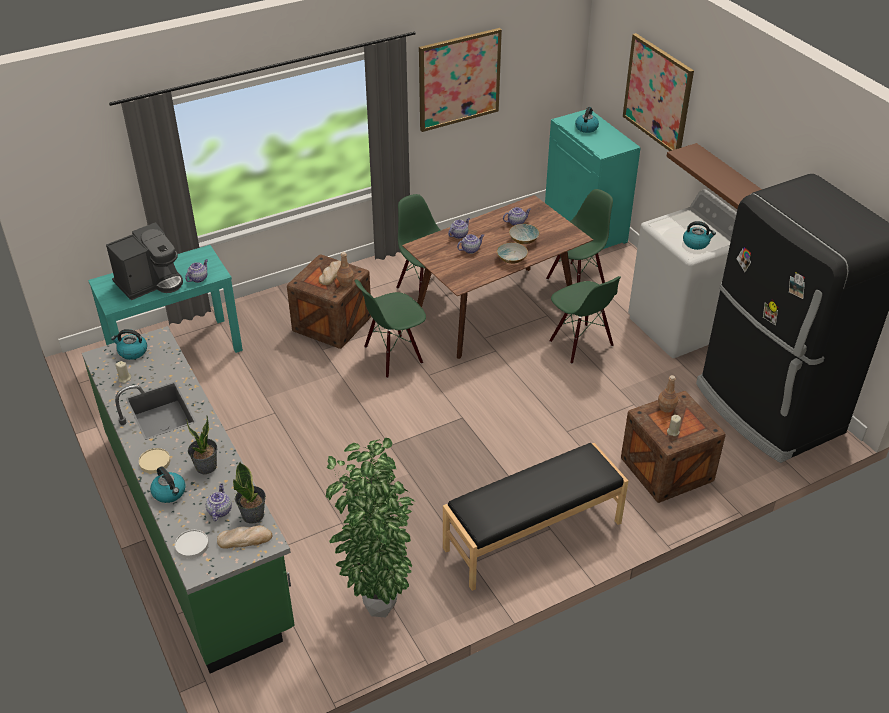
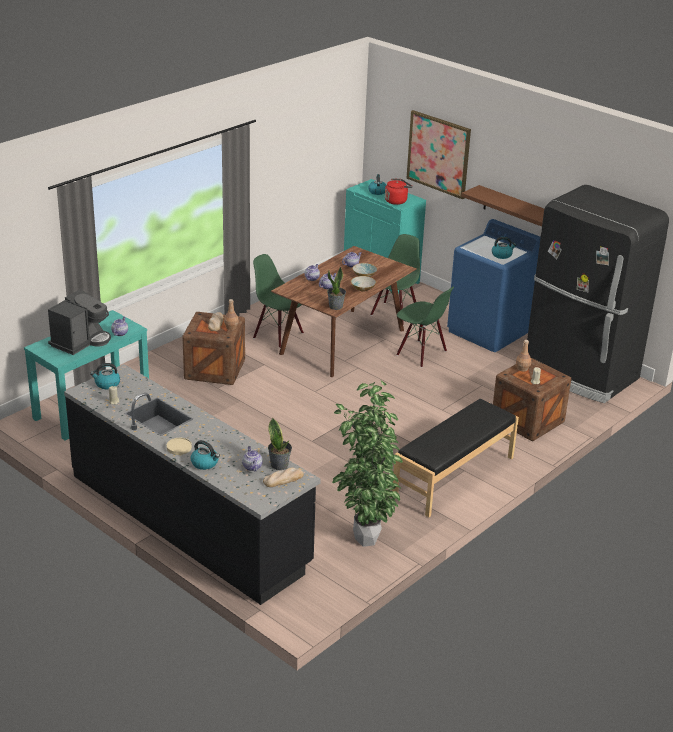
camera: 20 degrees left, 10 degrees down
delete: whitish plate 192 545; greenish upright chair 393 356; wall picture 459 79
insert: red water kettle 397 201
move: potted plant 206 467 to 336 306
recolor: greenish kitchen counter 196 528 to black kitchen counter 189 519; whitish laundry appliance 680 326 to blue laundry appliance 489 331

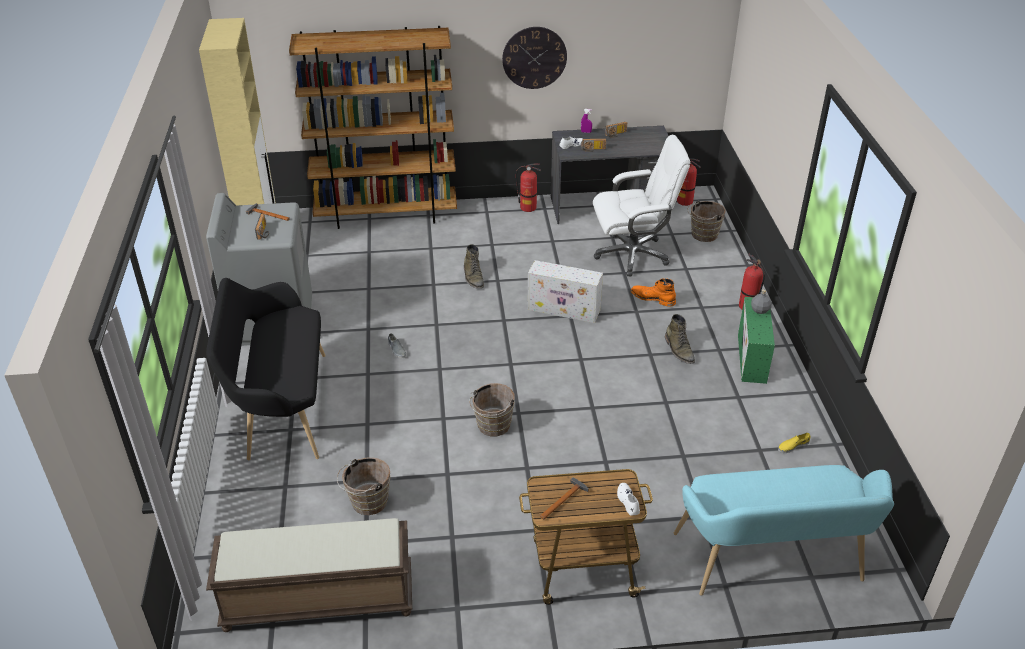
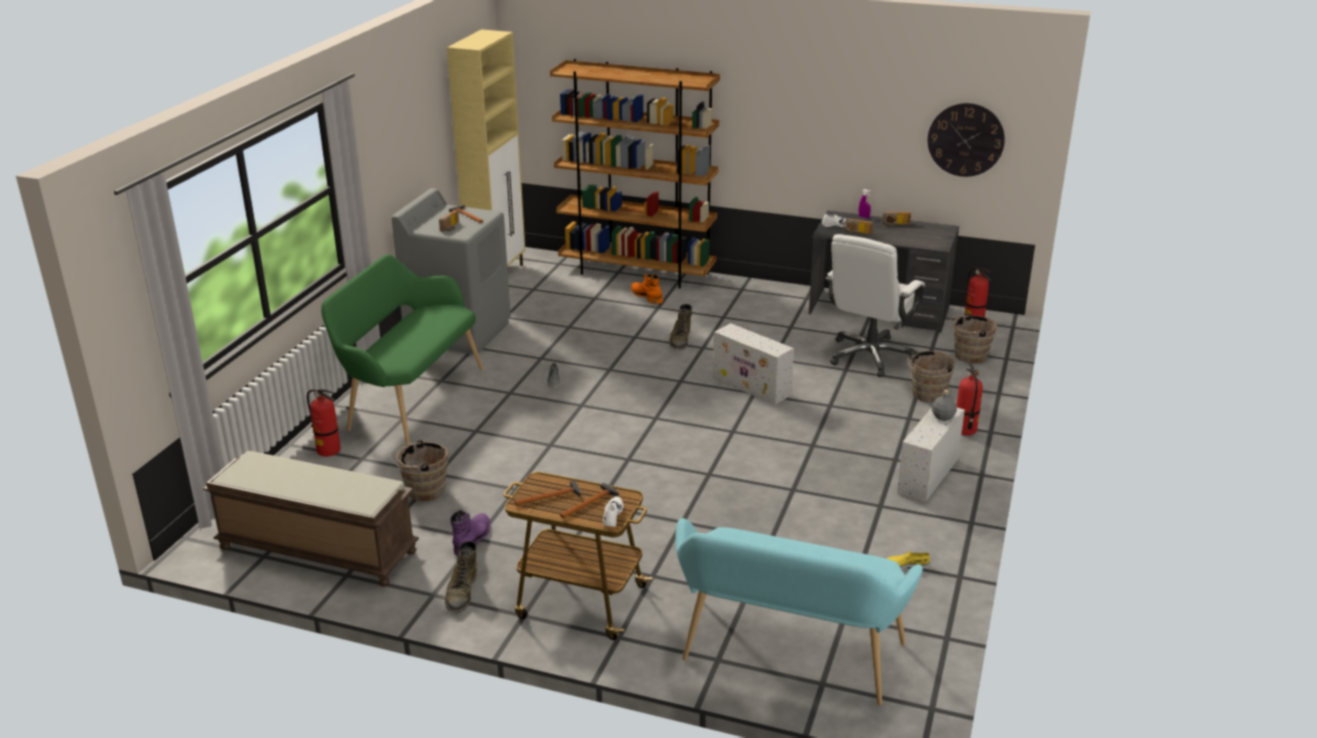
camera: 25 degrees right, 10 degrees down
insert: purple-coloured high-top boot 472 538; tool hammer 590 503
move: brown pail 492 426 to 926 395; clock on the wall 534 57 to 965 139; fire-fighting cylinder 528 208 to 329 450; orangey high-top boot 653 298 to 646 296; greenish high-top boot 679 350 to 461 592
recolor: black bench 281 407 to greenish bench 409 399; greenish storage container 752 358 to whitish storage container 927 476
rotate: whitish desk chair 633 254 = 870 356 105 degrees clockwise

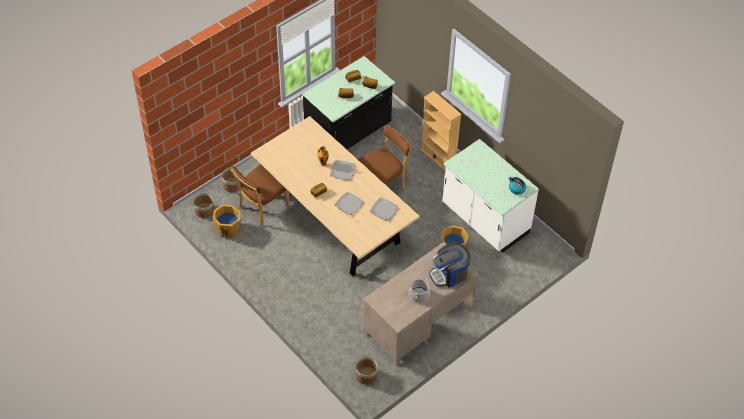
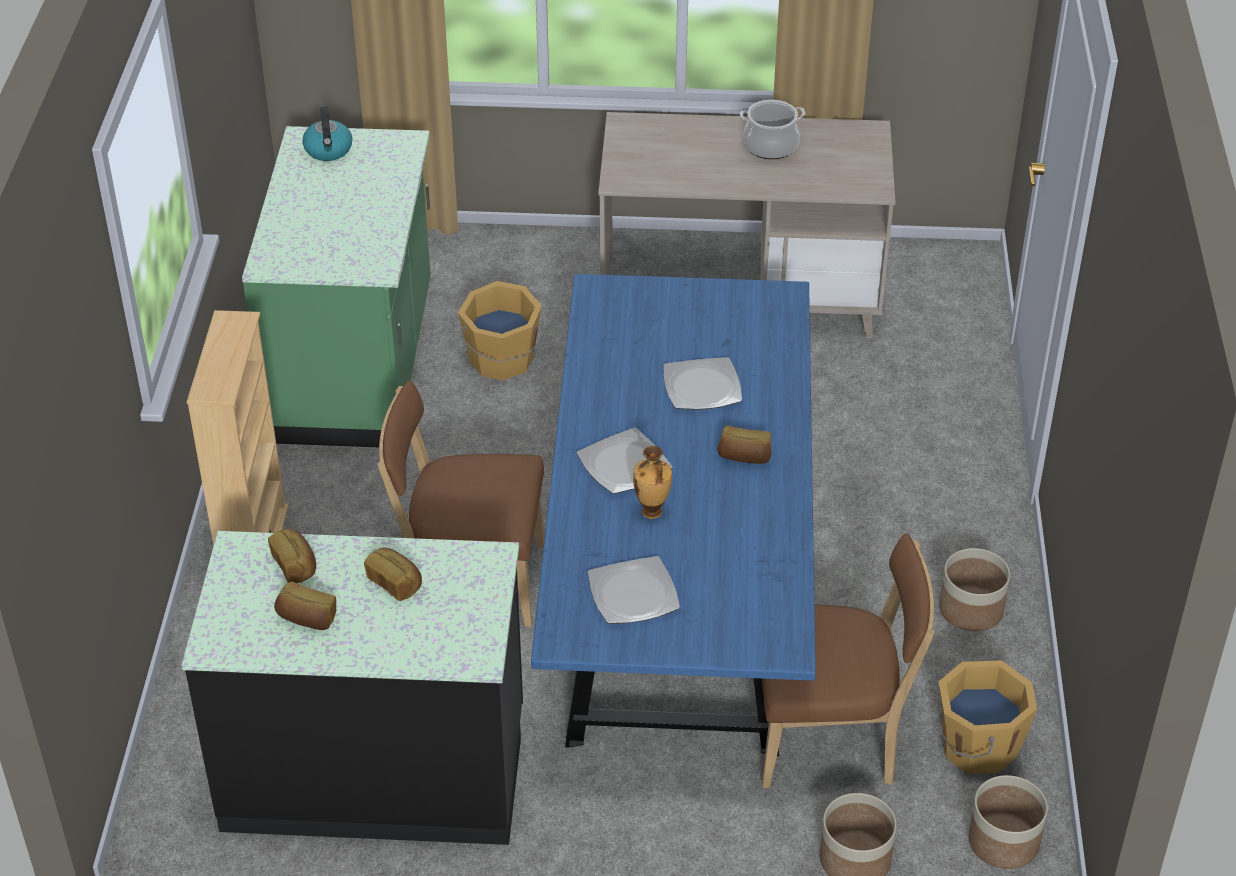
camera: 135 degrees left, 10 degrees down
delete: coffee machine 449 274
move: plant pot 366 375 to 971 610; plate 384 210 to 633 593
recolor: beige-coloured dinner table 334 218 to blue dinner table 678 587; whitish kitchen counter 484 220 to greenish kitchen counter 357 366

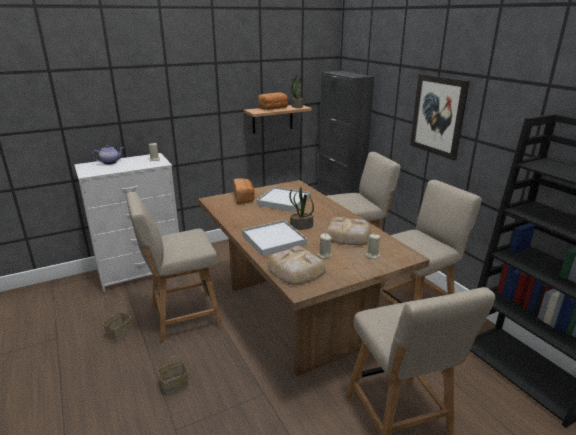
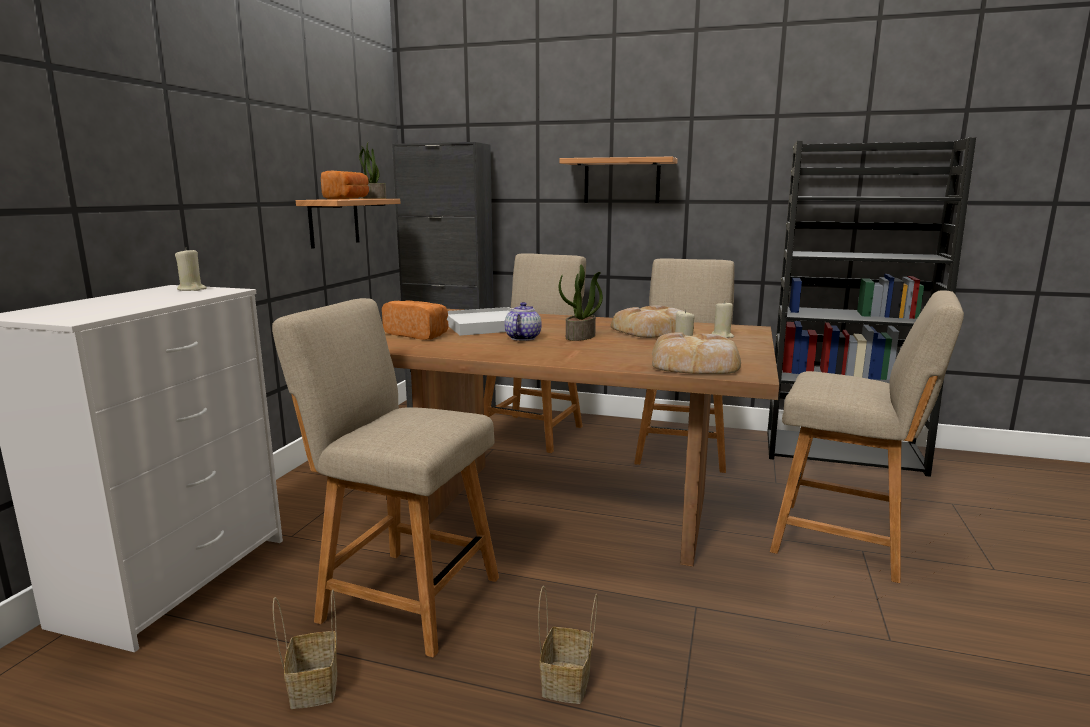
camera: 45 degrees left, 10 degrees down
delete: whitish tray 273 240
move: pot for tea 110 162 to 522 338
replace: wall picture 438 116 to shelf 622 181
rotate: beige-coloured upright chair 182 317 = 403 596 90 degrees clockwise

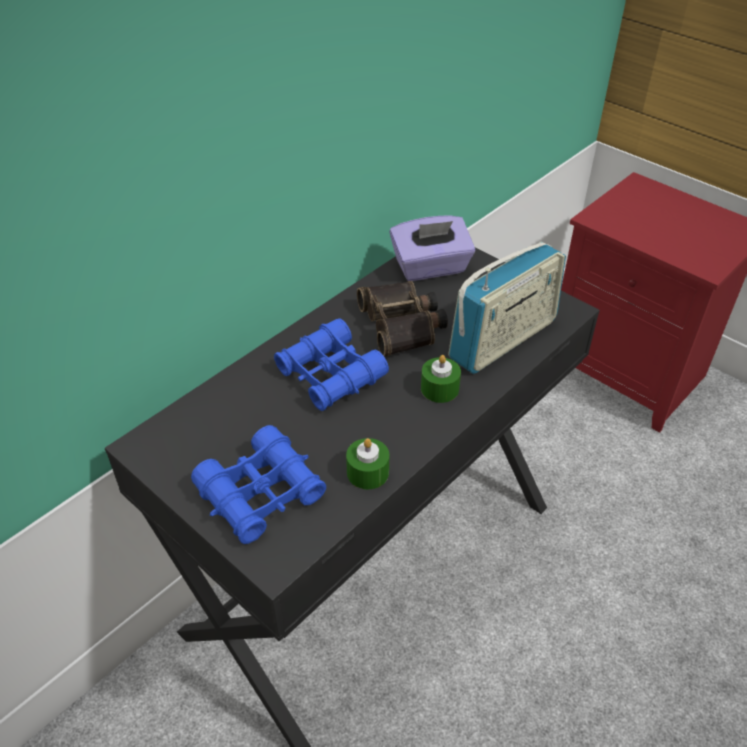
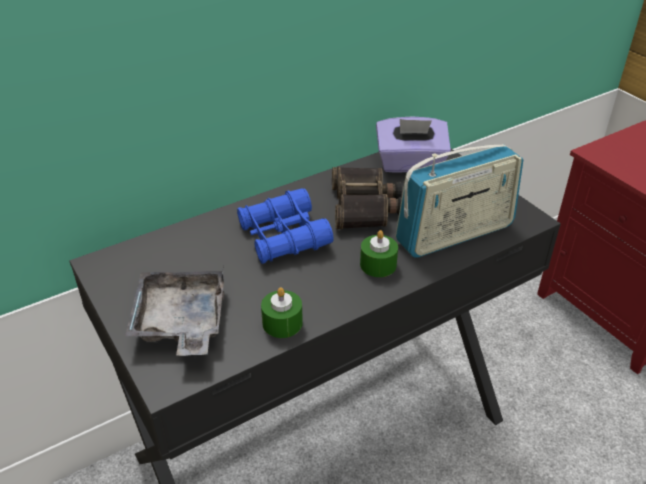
camera: 15 degrees right, 5 degrees down
replace: blue field glasses 261 493 to grey tray 181 322

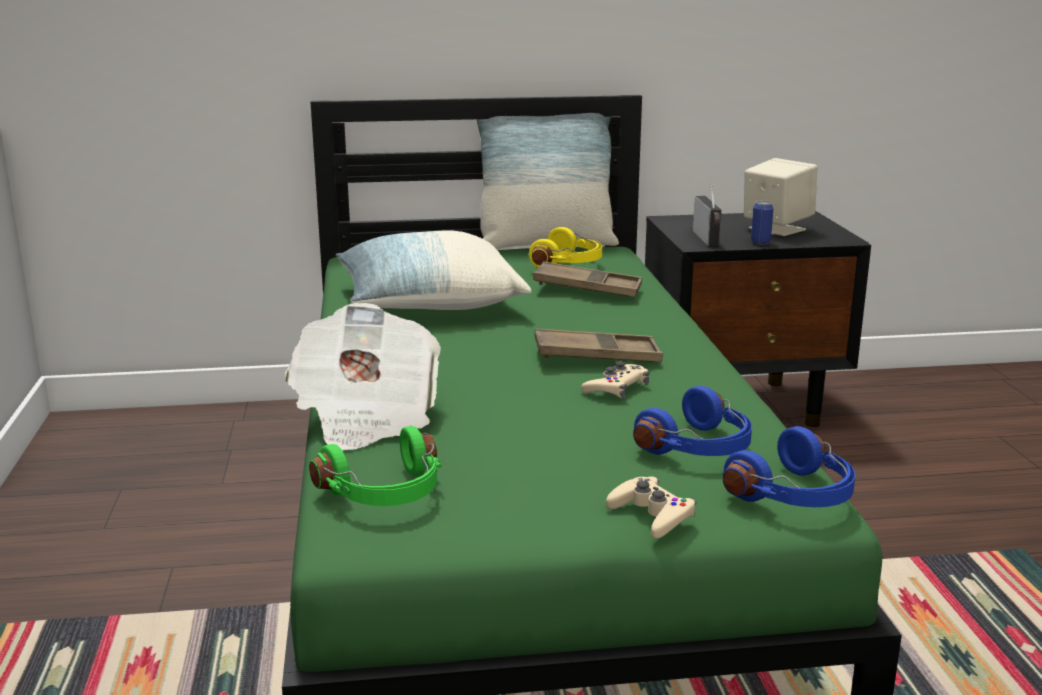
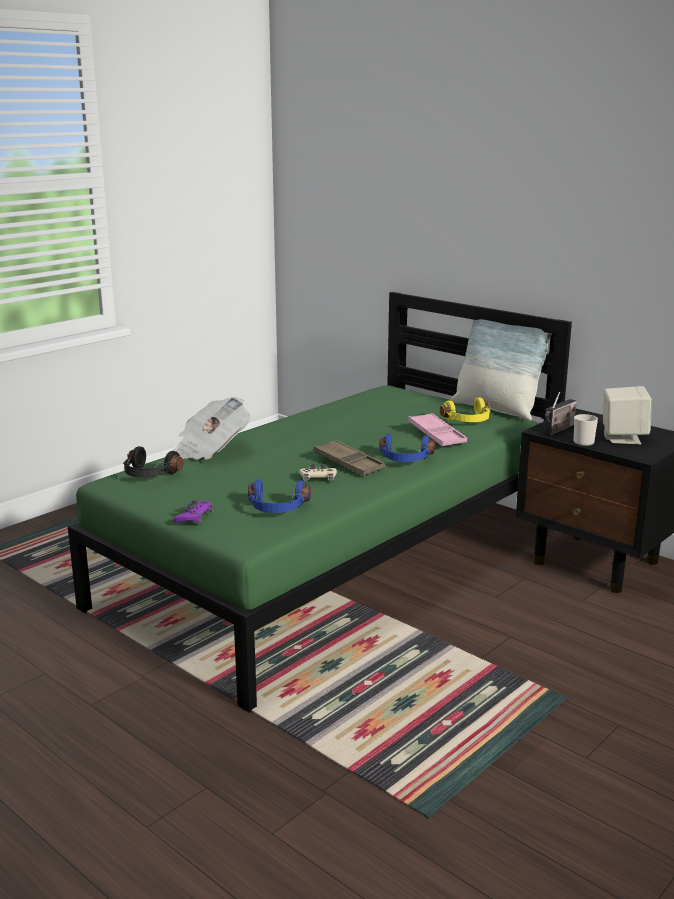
camera: 50 degrees right, 0 degrees up
delete: cushion 428 303
move: blue headset 795 495 to 405 460
replace: sealed can 760 242 to mug 583 441
recolor: greenish headset 386 494 to black headset 149 474; brown tray 587 288 to pinkish tray 436 435; beige-coloured gamepad 651 515 to purple-coloured gamepad 194 517

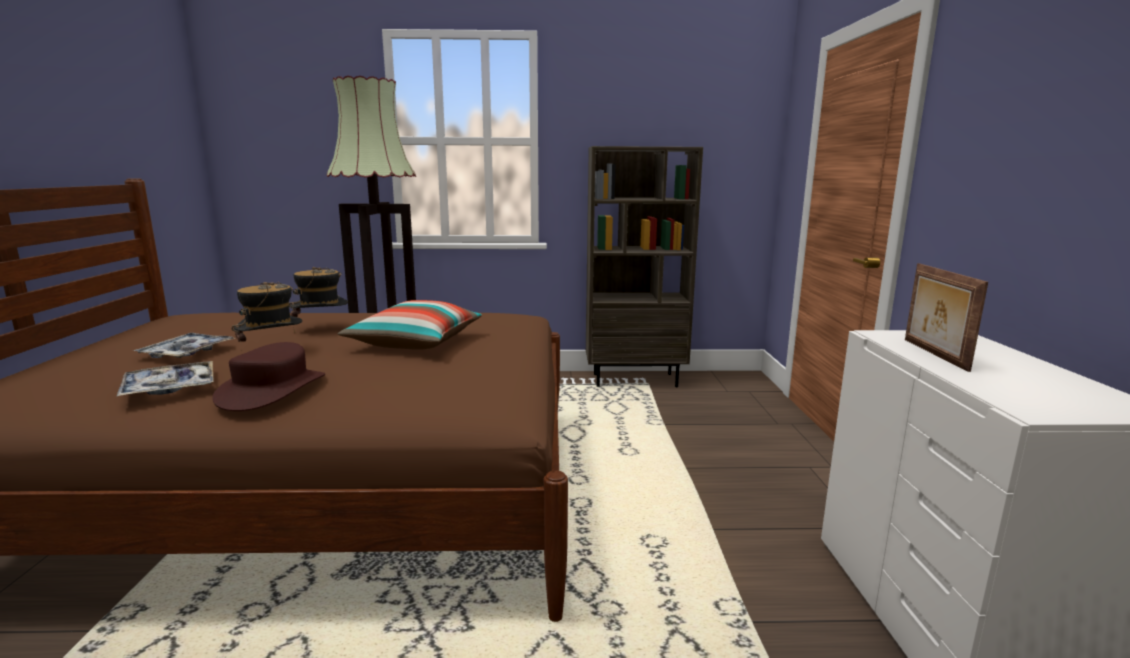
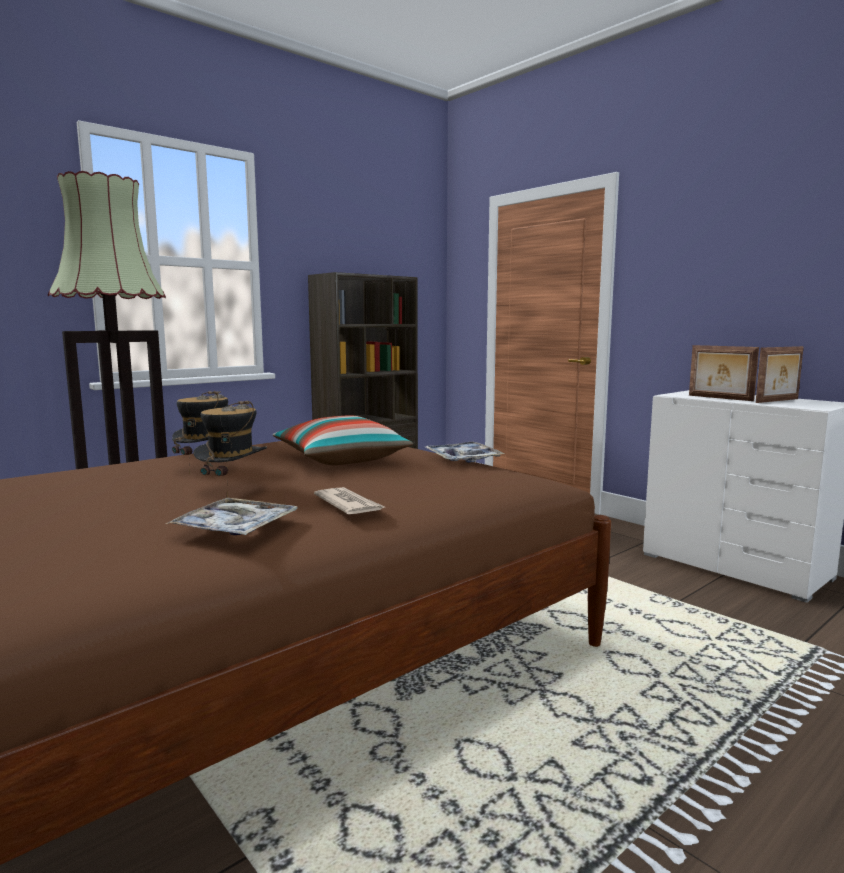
camera: 40 degrees left, 5 degrees down
insert: photo frame 778 401
move: tray 187 353 to 463 459
replace: brown clothing hat 272 389 to newspaper 349 505

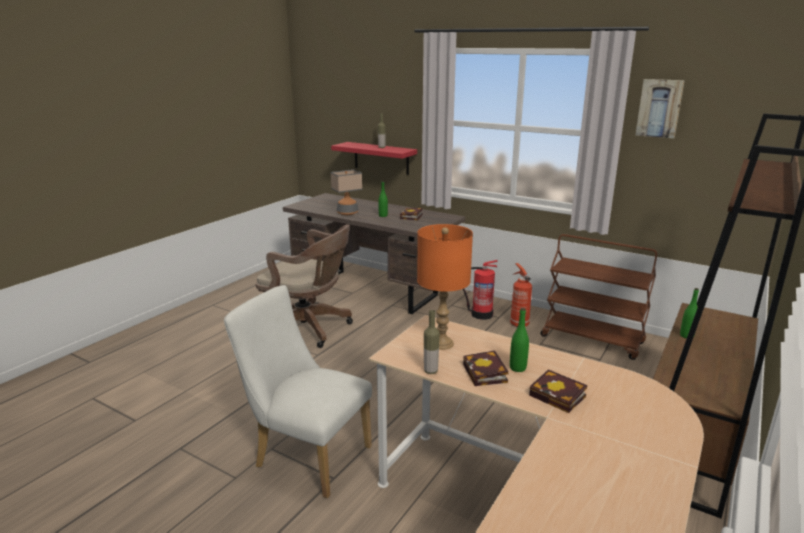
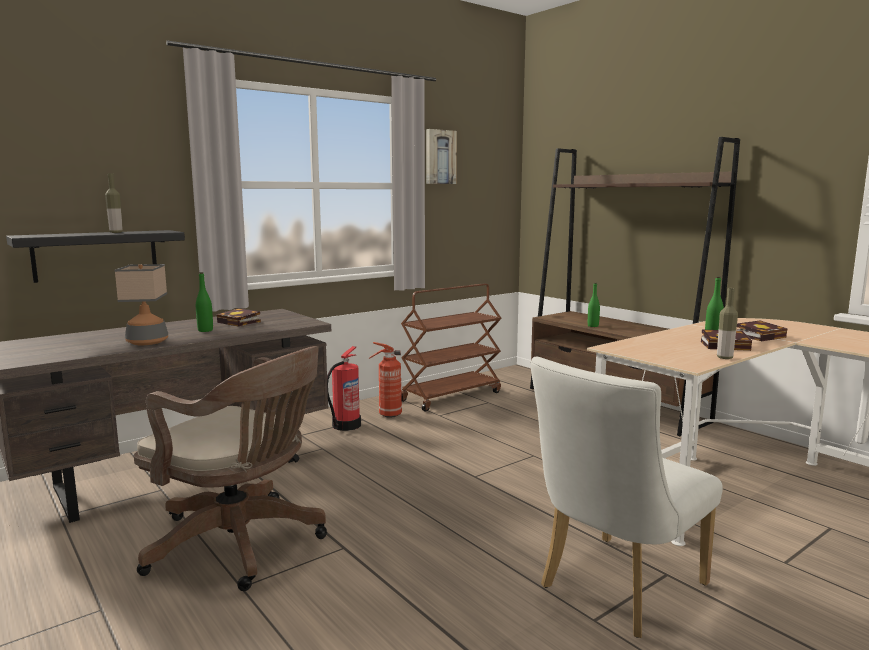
camera: 70 degrees left, 10 degrees down
delete: orangey tabletop lamp 442 343
recolor: red shelf 381 158 to black shelf 96 255
rotate: brown desk chair 309 328 = 242 544 75 degrees clockwise

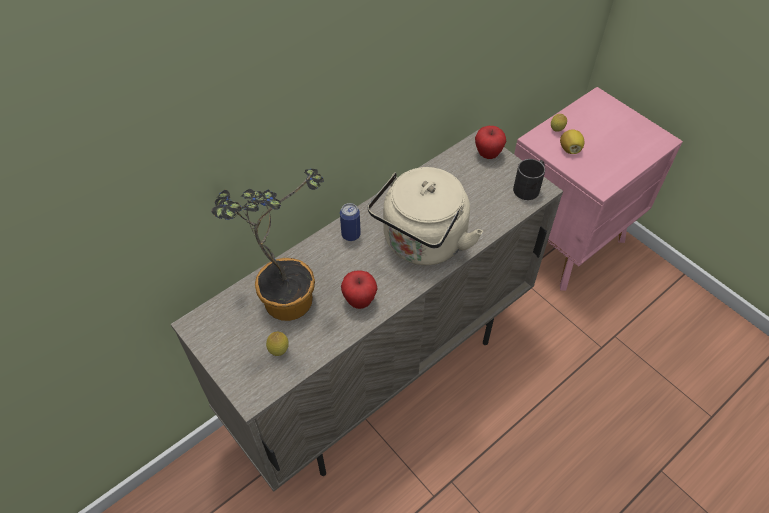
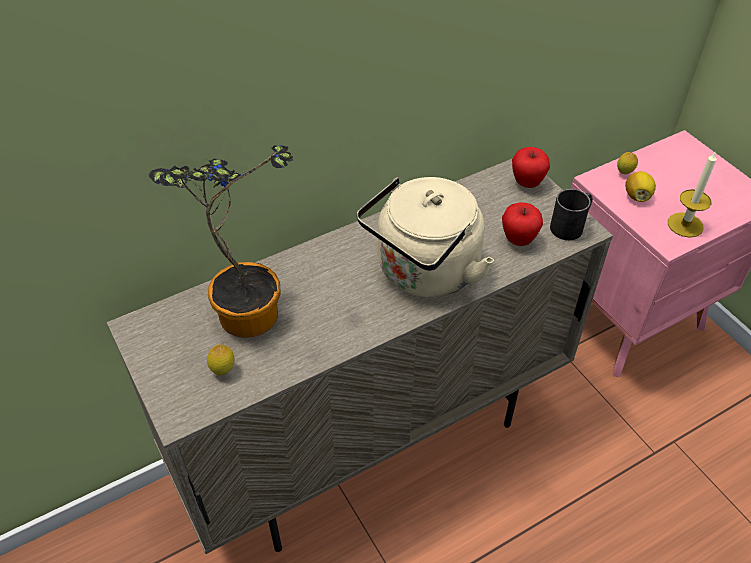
camera: 10 degrees right, 5 degrees down
delete: sealed can 351 235
insert: wax light 685 225
move: apple fruit 359 300 to 518 240

